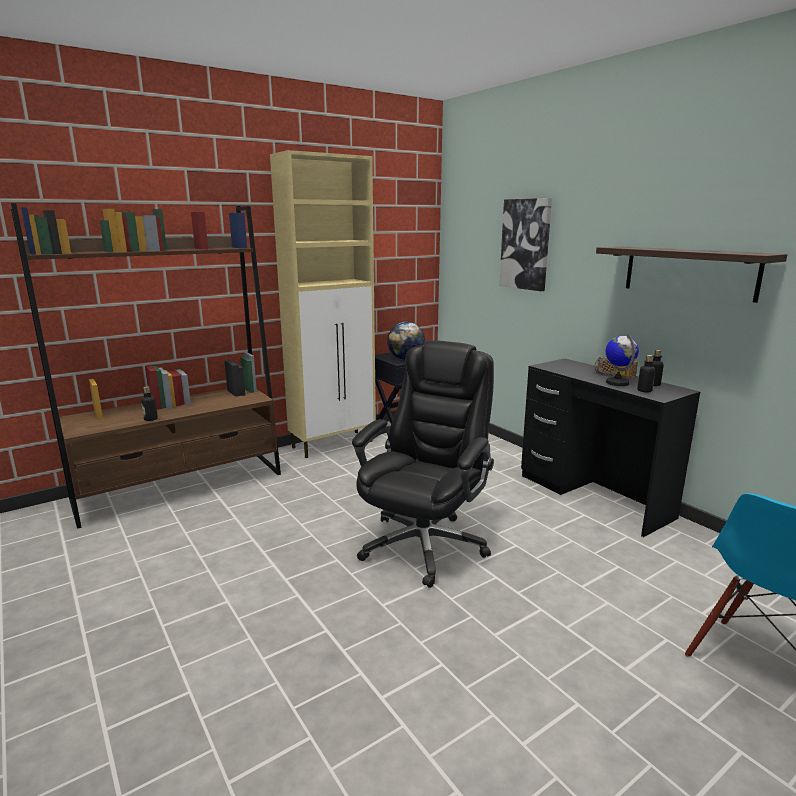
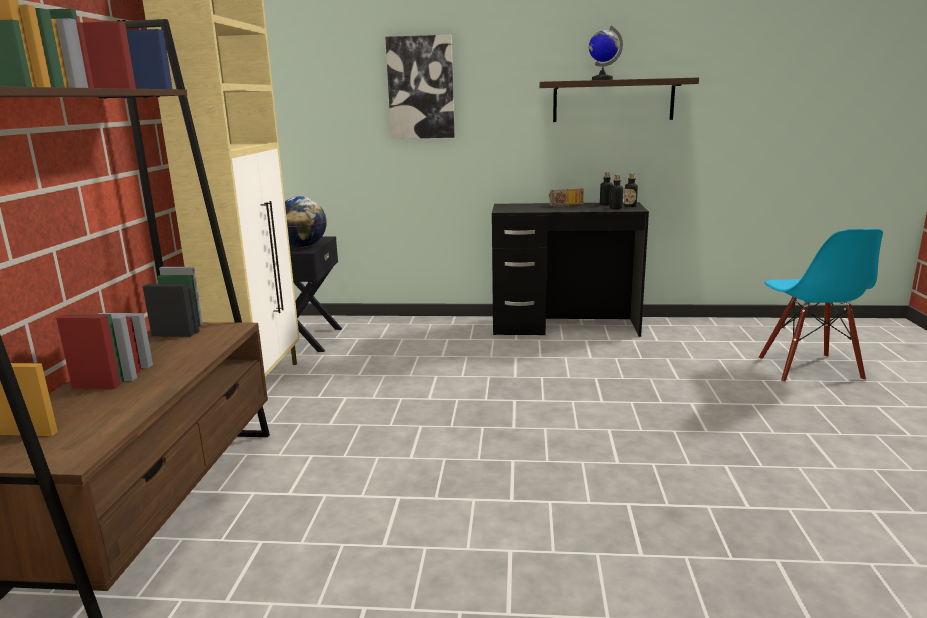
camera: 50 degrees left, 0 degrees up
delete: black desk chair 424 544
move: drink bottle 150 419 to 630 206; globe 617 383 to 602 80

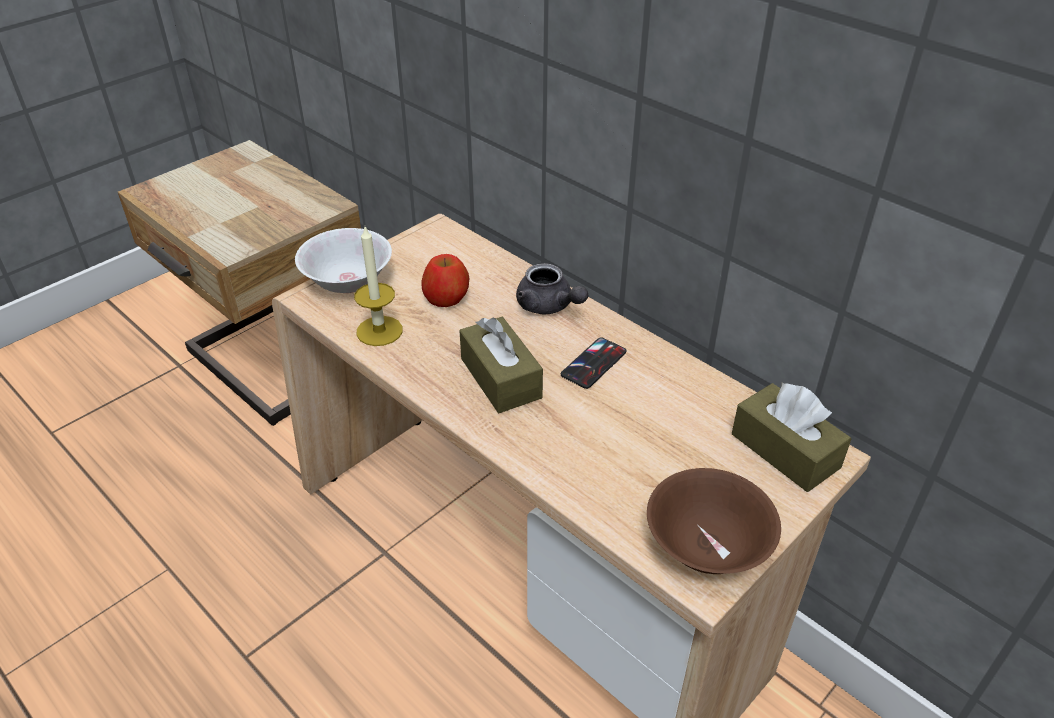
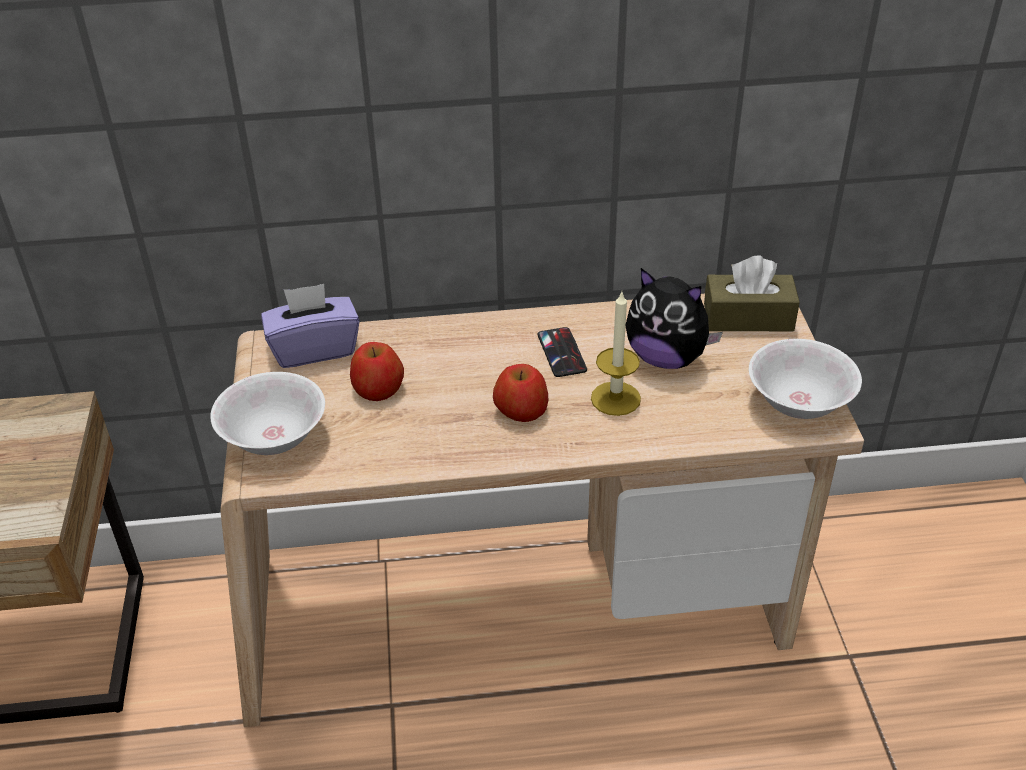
camera: 50 degrees left, 0 degrees up
delete: grey pot for tea 549 306
insert: purple-coloured tissue box 314 348; cuddly toy 666 358
move: wax light 379 331 to 615 398
replace: brown tissue box 500 378 to apple fruit 521 410
recolor: brown deep dish 706 548 to whitish deep dish 799 404

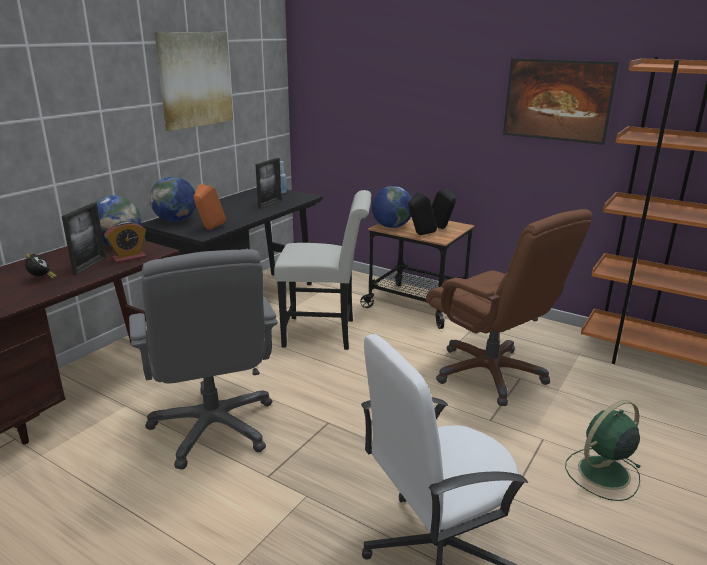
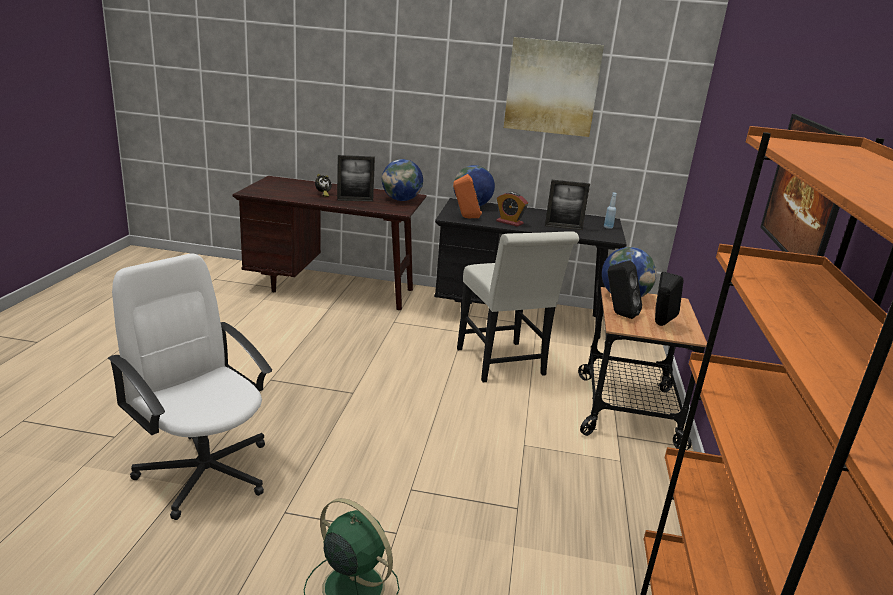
camera: 65 degrees right, 0 degrees up
delete: grey desk chair 214 427; brown desk chair 490 374
move: bedside clock 129 258 to 509 222

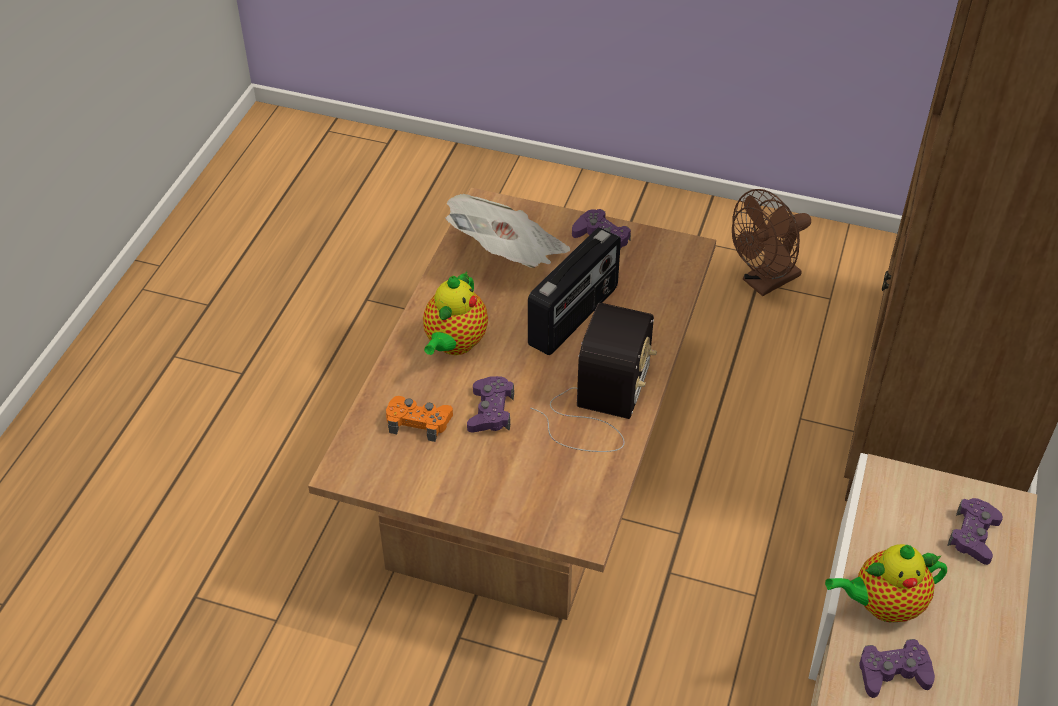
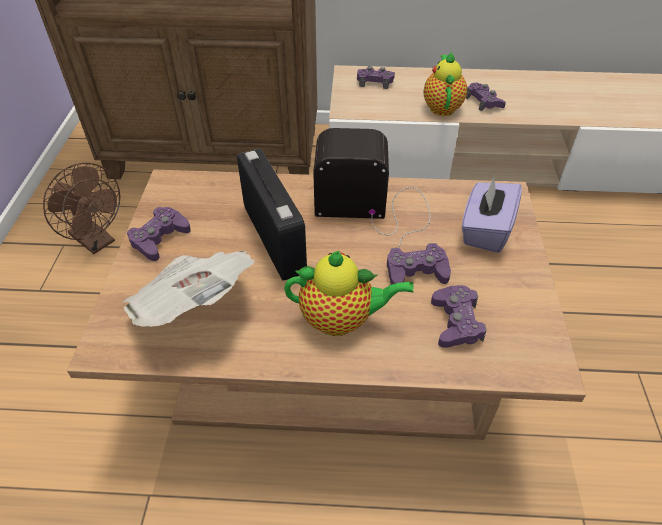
camera: 105 degrees left, 0 degrees up
insert: purple-coloured tissue box 485 230
recolor: orangey gamepad 419 422 to purple-coloured gamepad 456 322
rotate: radio set 574 317 = 275 238 45 degrees clockwise; pot for tea 883 605 = 442 107 150 degrees counterclockwise

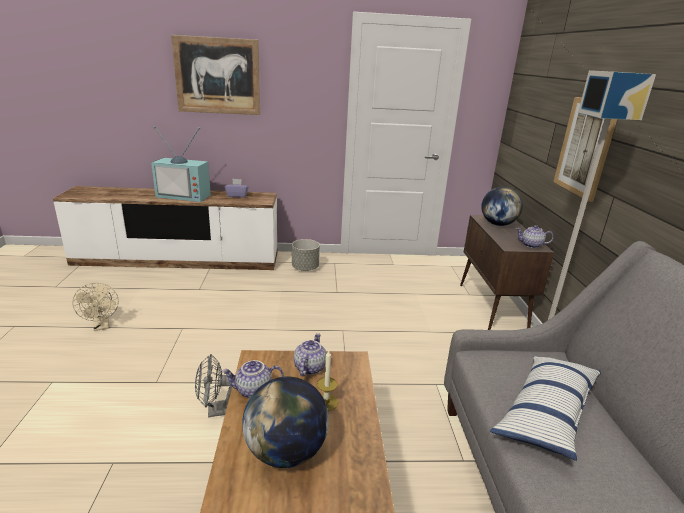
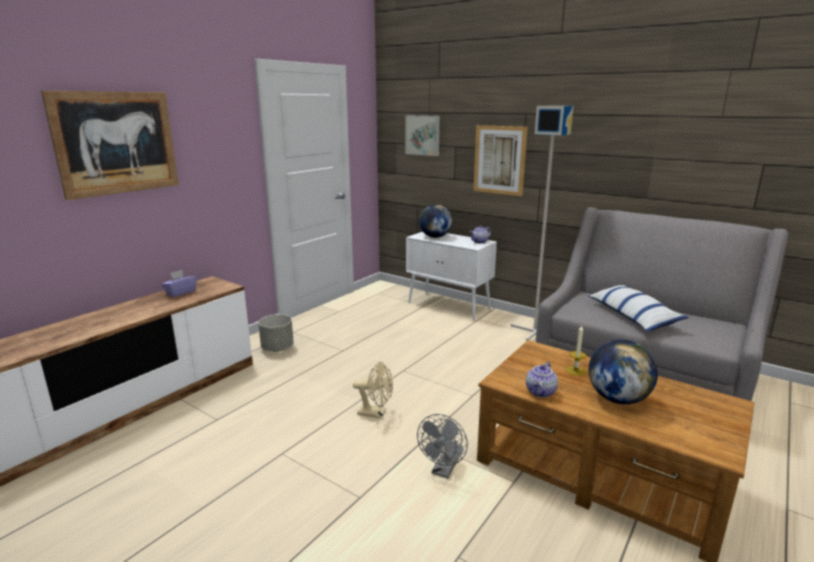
camera: 50 degrees left, 5 degrees down
delete: TV 185 195; pot for tea 309 367
insert: wall picture 423 135
move: beige-coloured electric fan 102 326 to 376 413
recolor: brown storage cabinet 492 307 to whitish storage cabinet 449 306

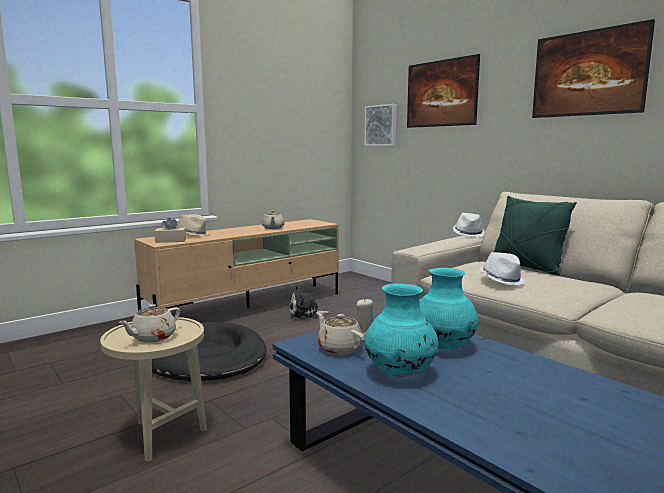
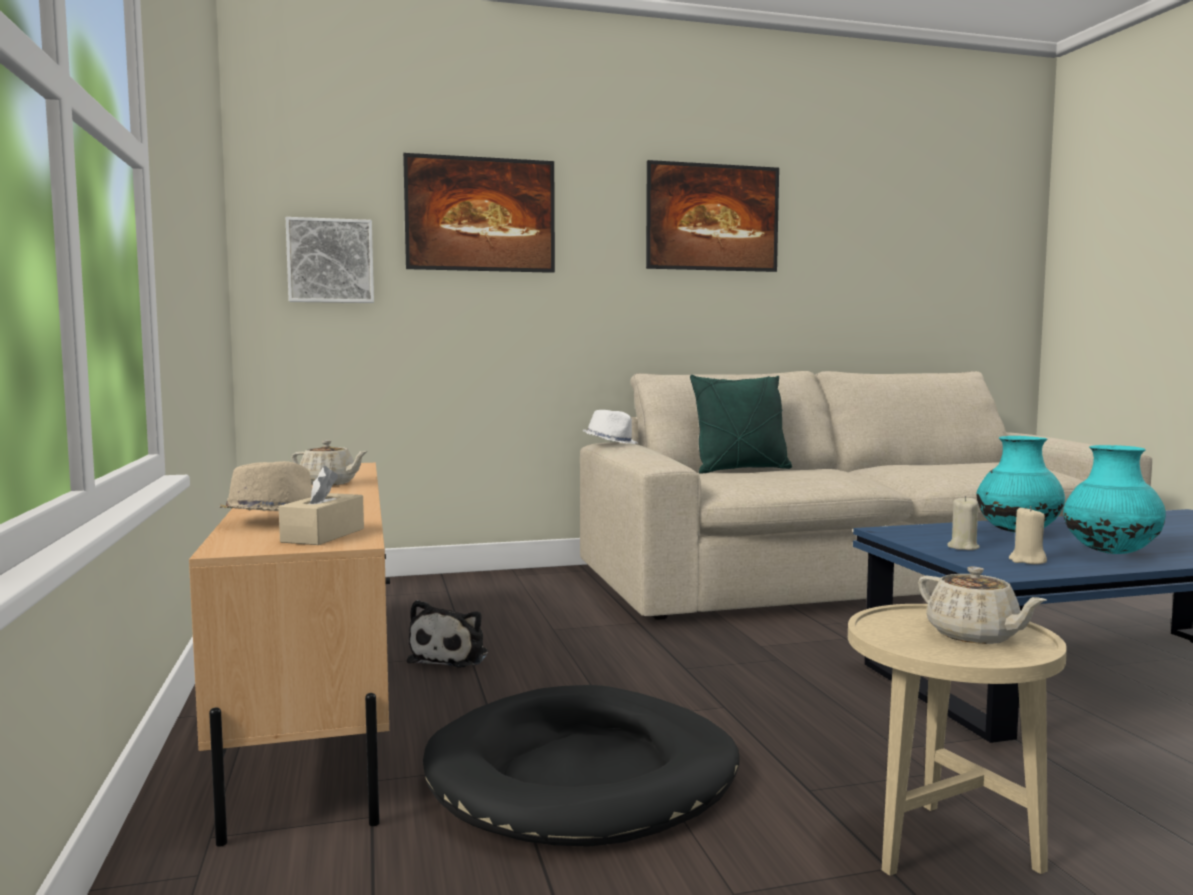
camera: 65 degrees left, 5 degrees down
delete: whitish clothing hat 502 280
replace: beige-coloured pot for tea 339 348 to beige-coloured wax light 1027 561

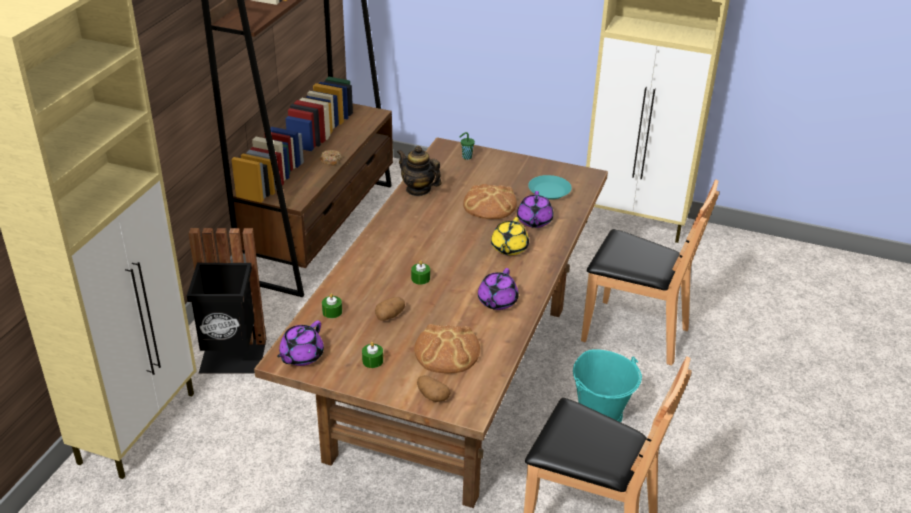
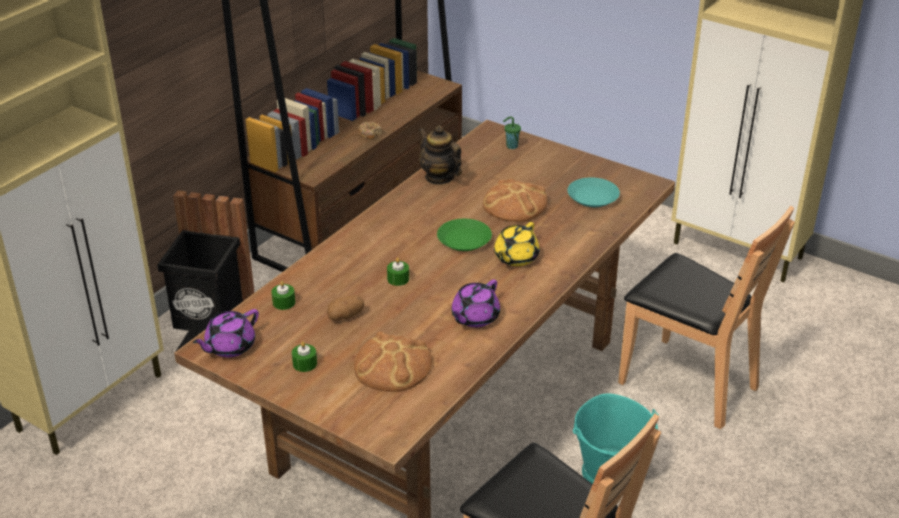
camera: 15 degrees right, 0 degrees up
delete: spud 432 396; purple-coloured pot for tea 534 221
insert: greenish plate 463 239

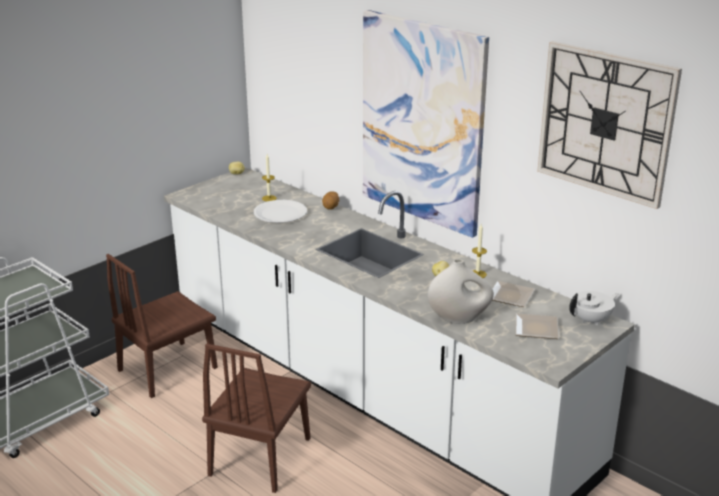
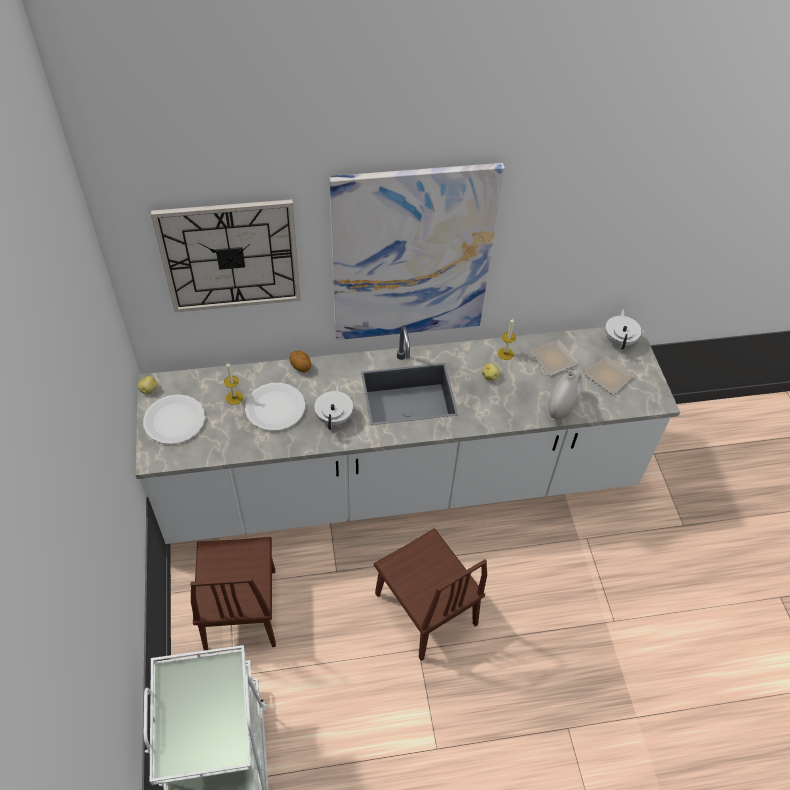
camera: 55 degrees left, 25 degrees up
insert: whitish plate 175 420; whitish pot for tea 334 417
move: clock on the wall 605 123 to 230 256

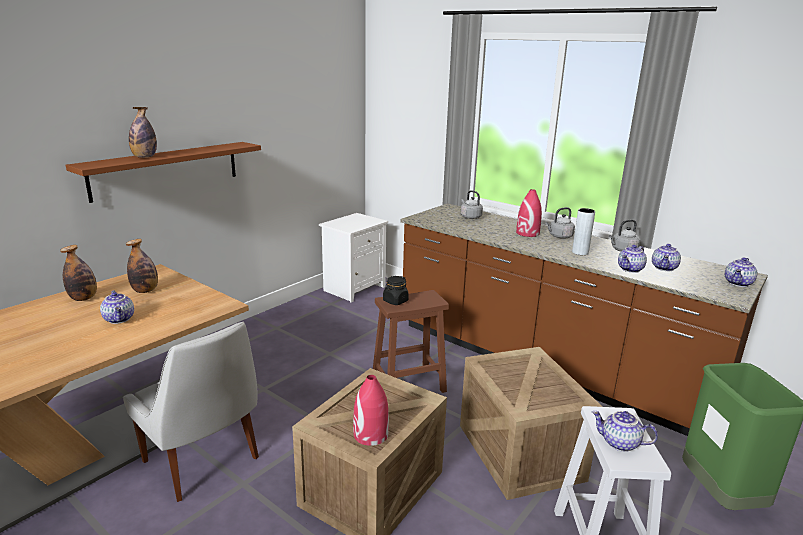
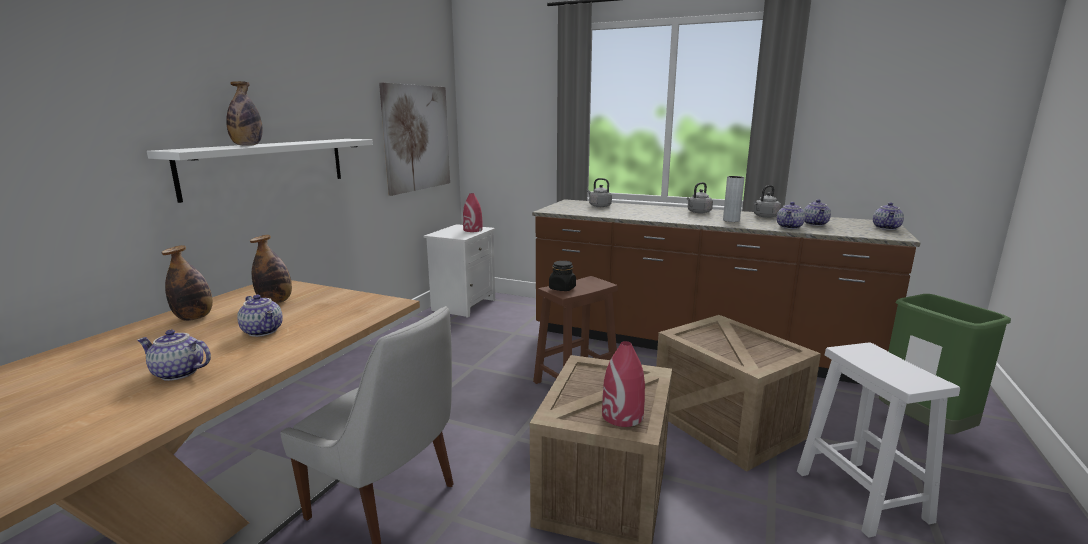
camera: 15 degrees left, 5 degrees down
insert: wall picture 417 138
move: red flower vase 527 233 to 473 230; pot for tea 619 443 to 177 373
recolor: brown shelf 167 170 to whitish shelf 268 166

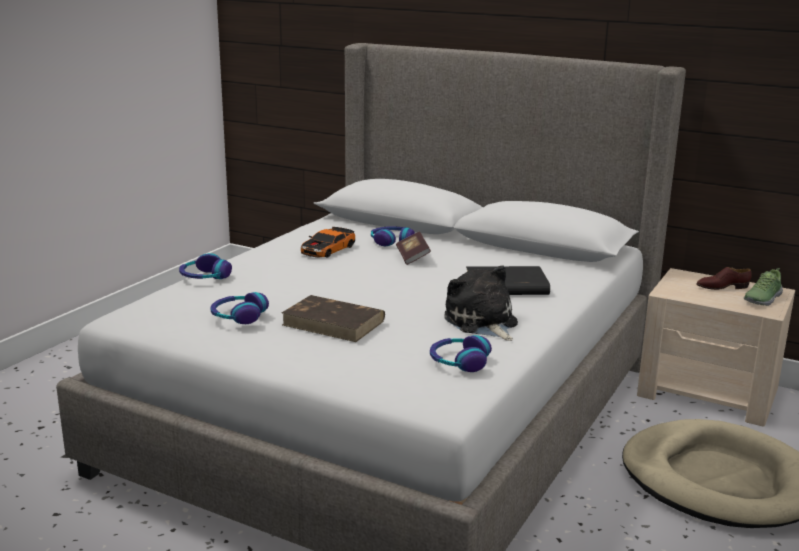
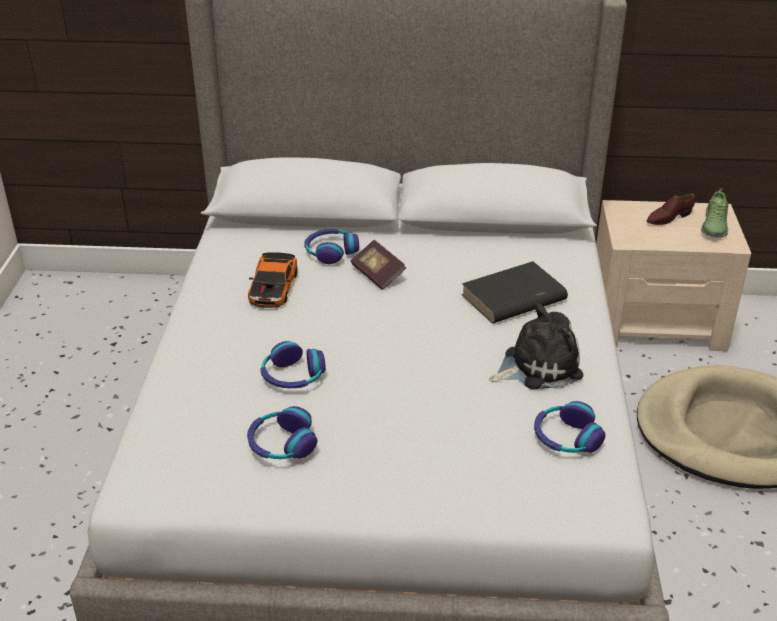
camera: 25 degrees left, 15 degrees up
delete: brown volume 334 323
move: headset 204 277 to 292 376
rotate: cuddly toy 482 323 = 537 366 120 degrees clockwise

